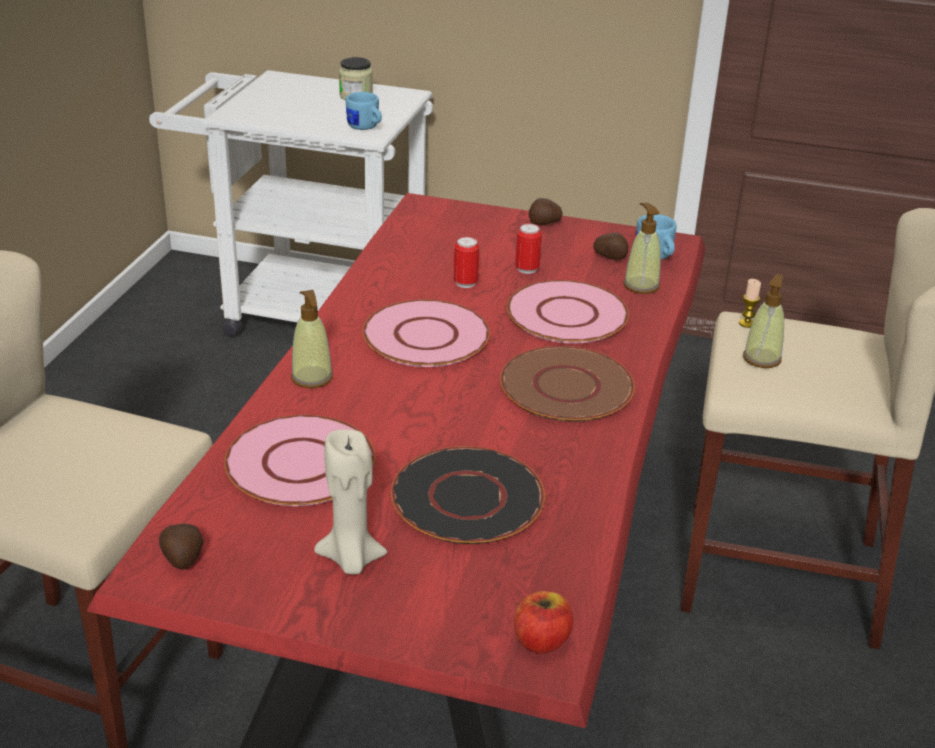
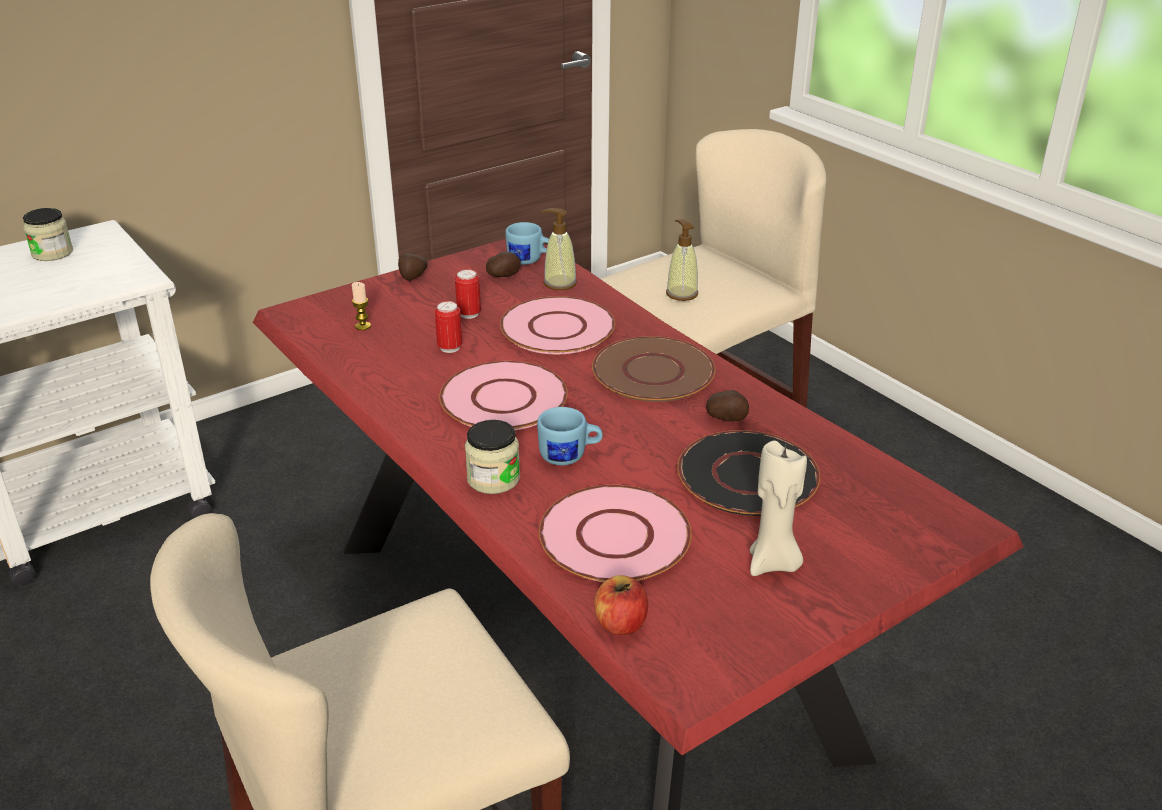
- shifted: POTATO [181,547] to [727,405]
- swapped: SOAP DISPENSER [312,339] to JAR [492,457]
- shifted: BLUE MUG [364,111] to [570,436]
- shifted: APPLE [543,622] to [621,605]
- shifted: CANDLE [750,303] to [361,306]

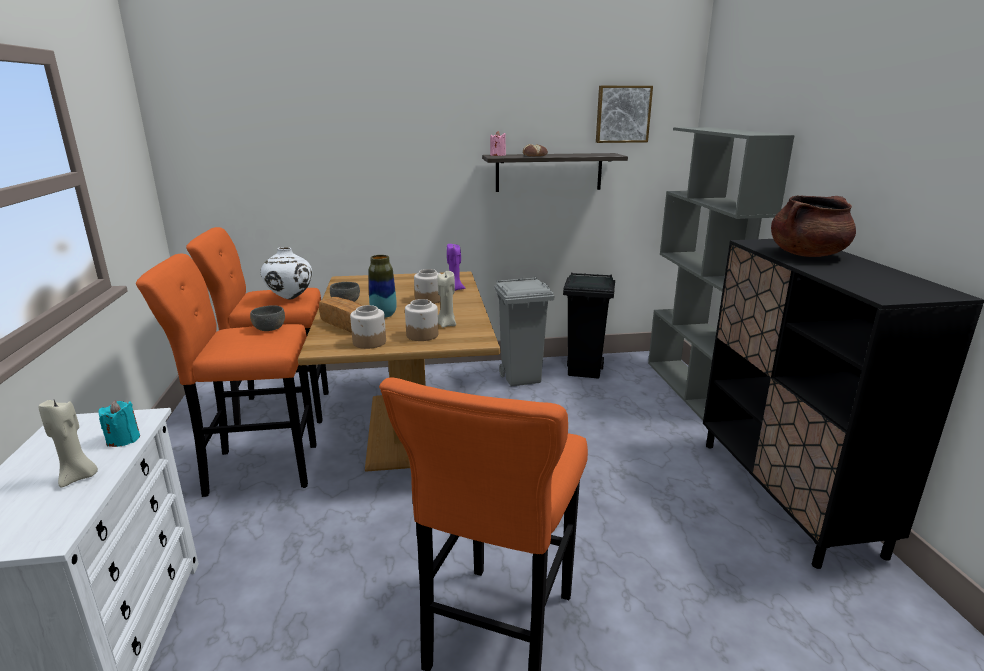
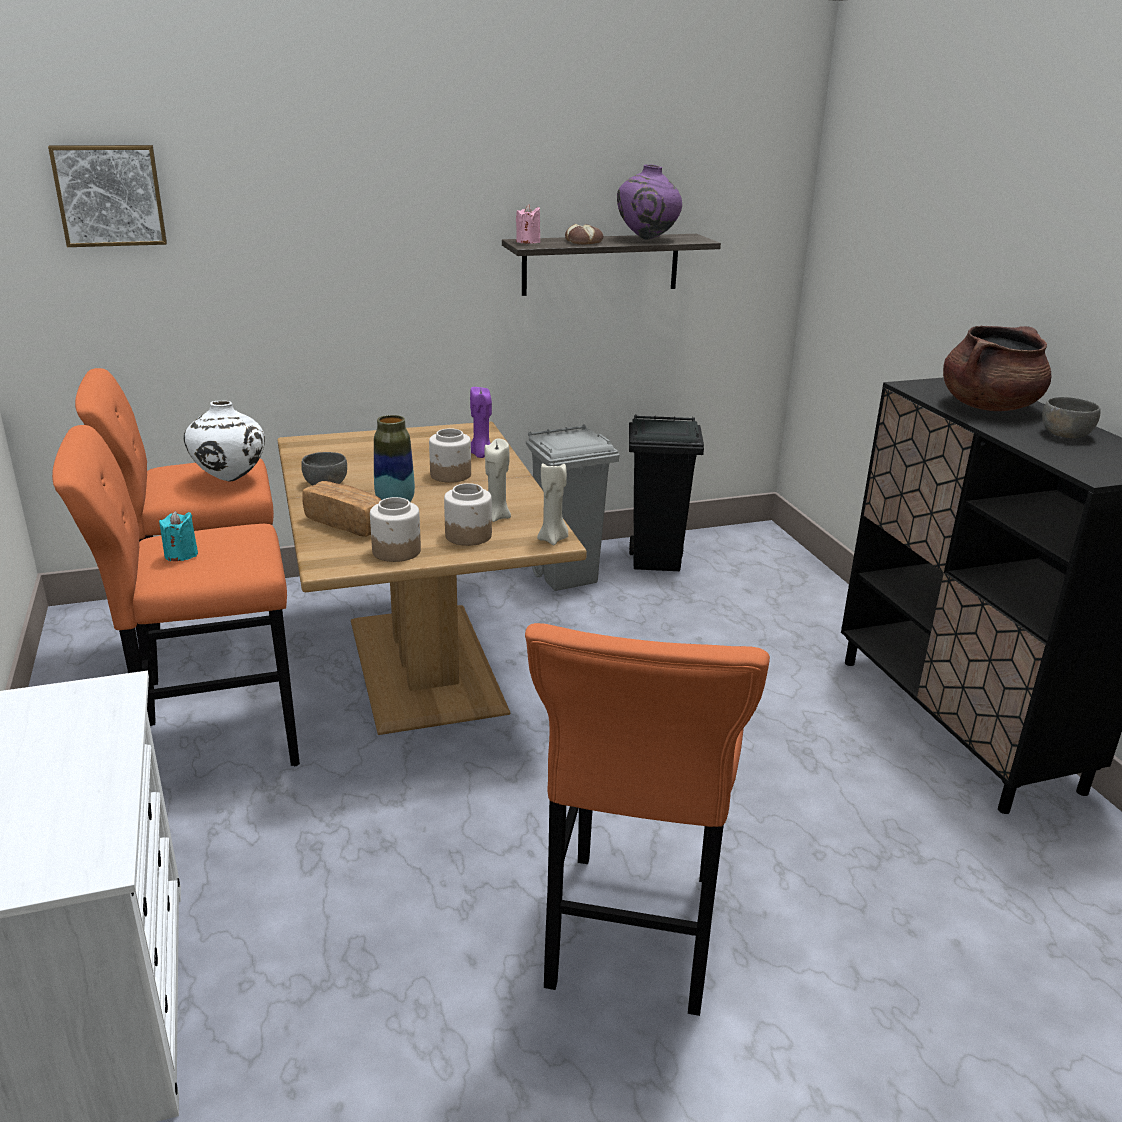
- shifted: BEIGE CANDLE [68,444] to [552,504]
- shifted: TURQUOISE CANDLE [119,423] to [178,536]
- shifted: GREY BOWL [267,318] to [1071,418]
- shifted: PICTURE [624,114] to [107,196]
- gone: GREY BOOKCASE [721,274]
- new: PURPLE VASE [649,202]

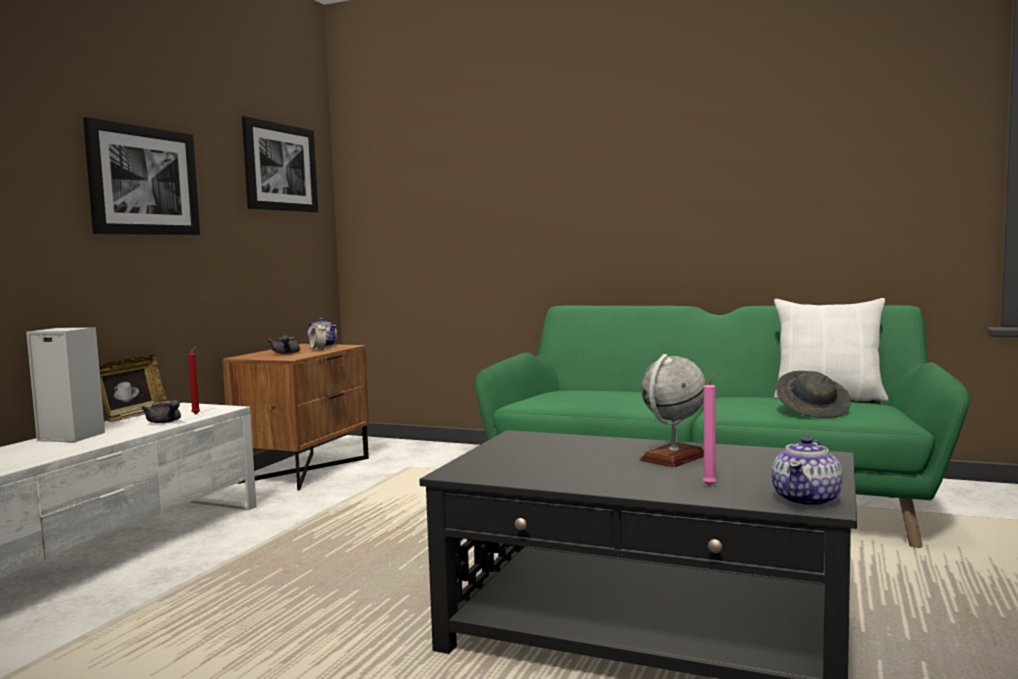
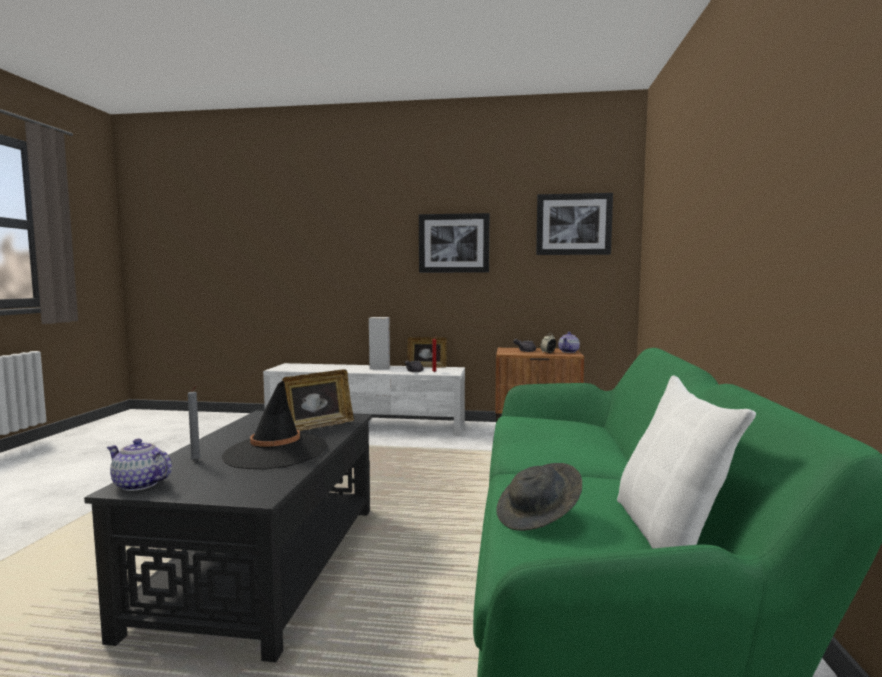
- swapped: GLOBE [673,410] to BLACK HAT [274,425]
- repainted: PINK CANDLE [709,429] to GREY CANDLE [194,423]
- new: PICTURE FRAME [318,400]

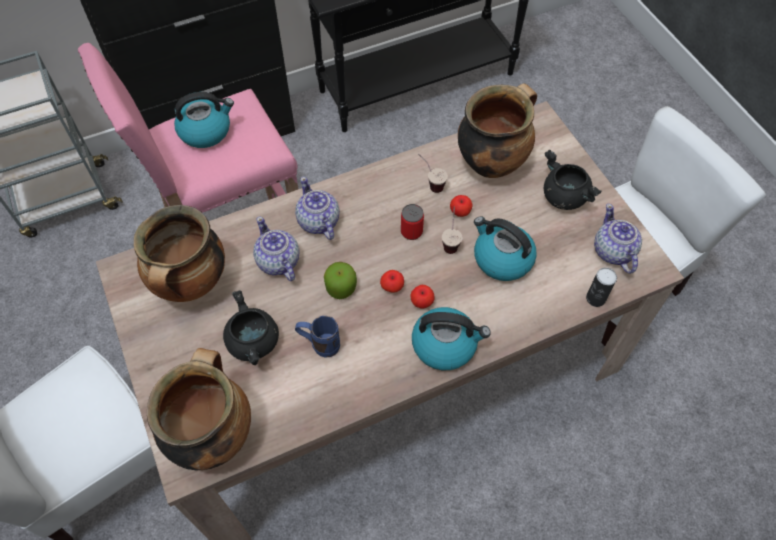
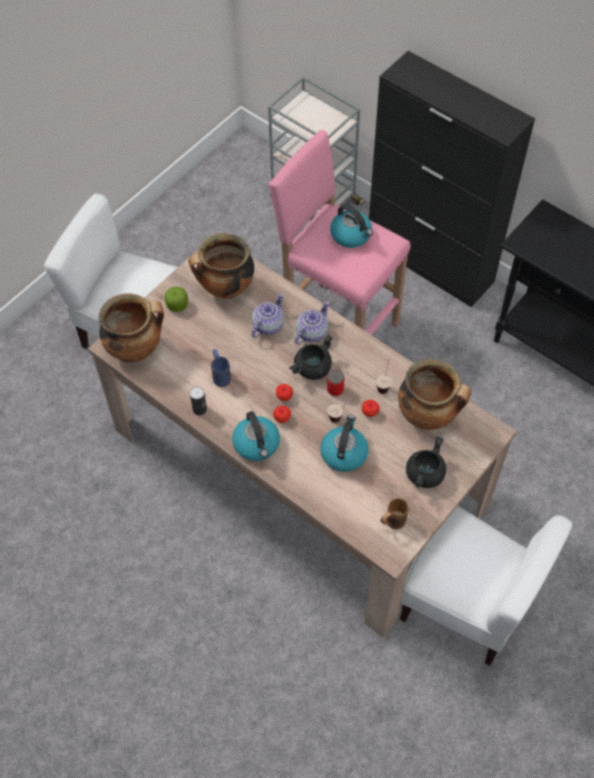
- shifted: BLACK COOKING POT [251,327] to [311,357]
- shifted: APPLE [340,280] to [176,299]
- shifted: CAN [601,287] to [198,401]
- swapped: TEAPOT [618,239] to BROWN MUG [394,513]

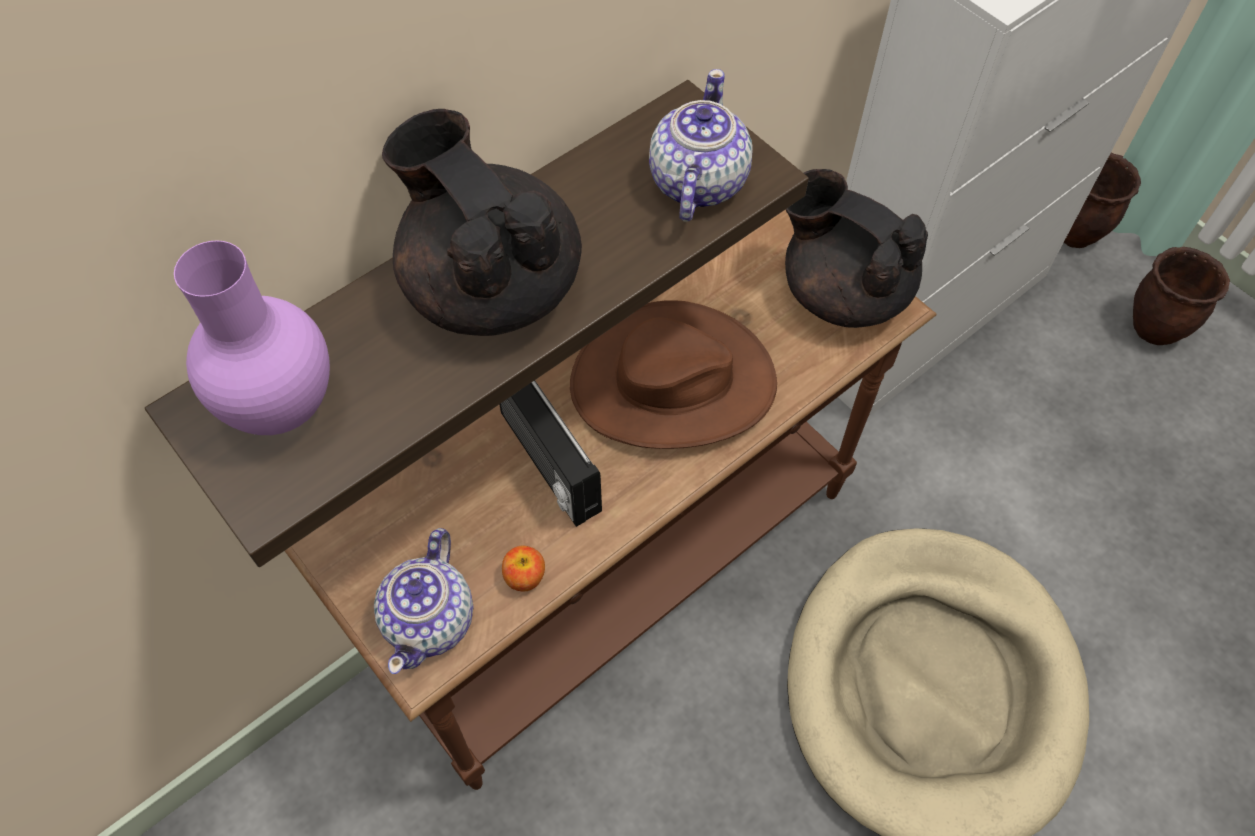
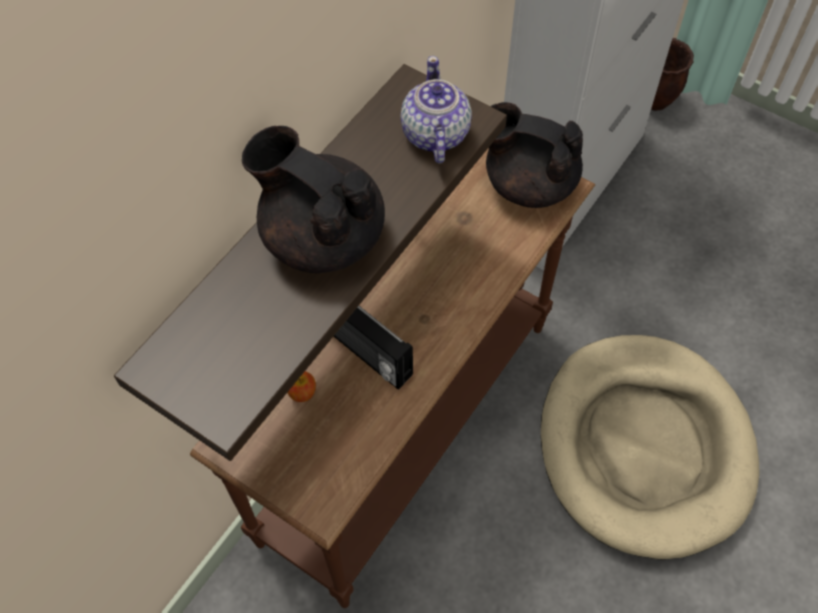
- gone: PURPLE VASE [252,337]
- gone: TEAPOT [423,601]
- shifted: APPLE [523,569] to [301,386]
- gone: BROWN HAT [673,374]
- gone: BROWN PLANTER [1181,296]

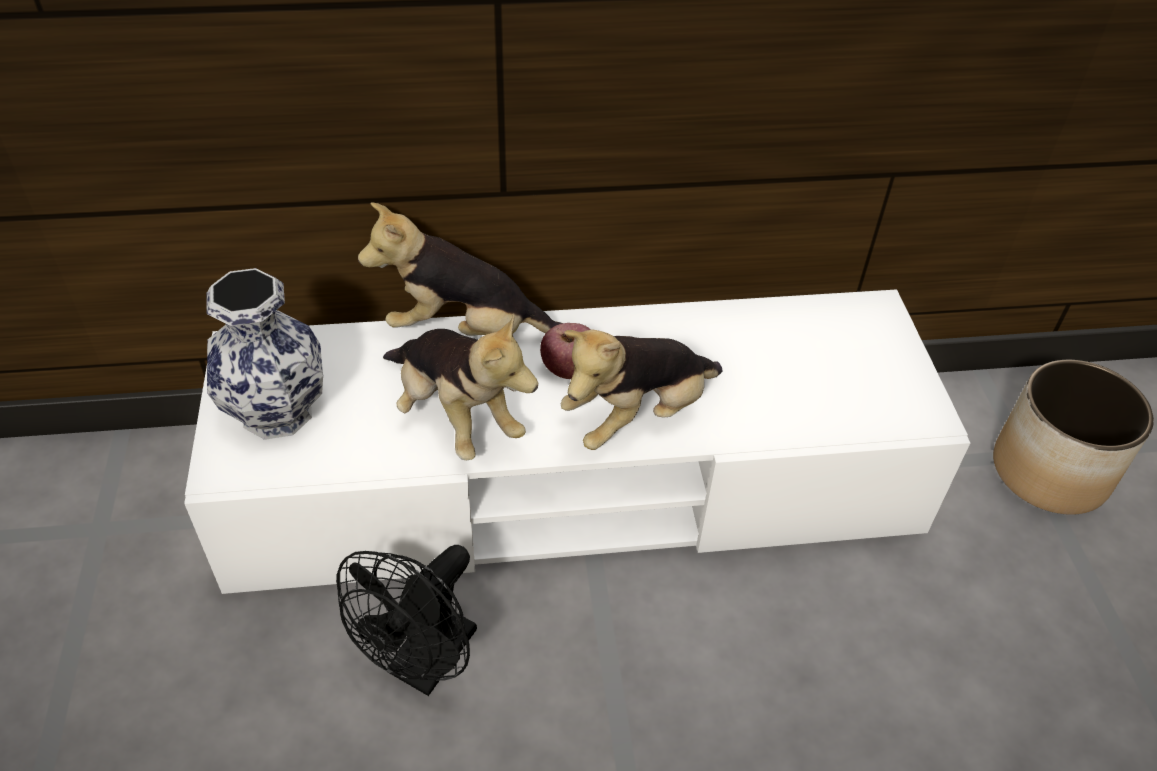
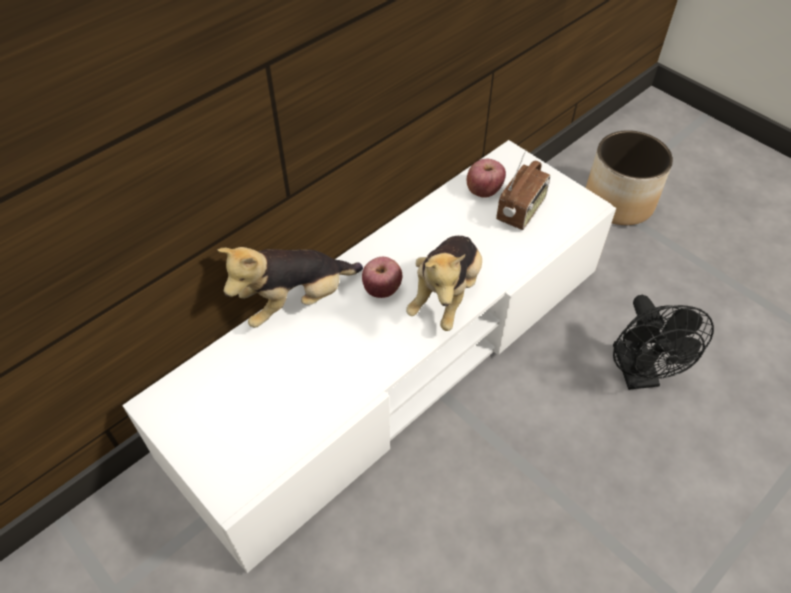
- gone: VASE [264,354]
- shifted: BLACK FAN [406,620] to [663,342]
- gone: PLUSH TOY [460,387]
- new: APPLE [486,178]
- new: RADIO [523,189]

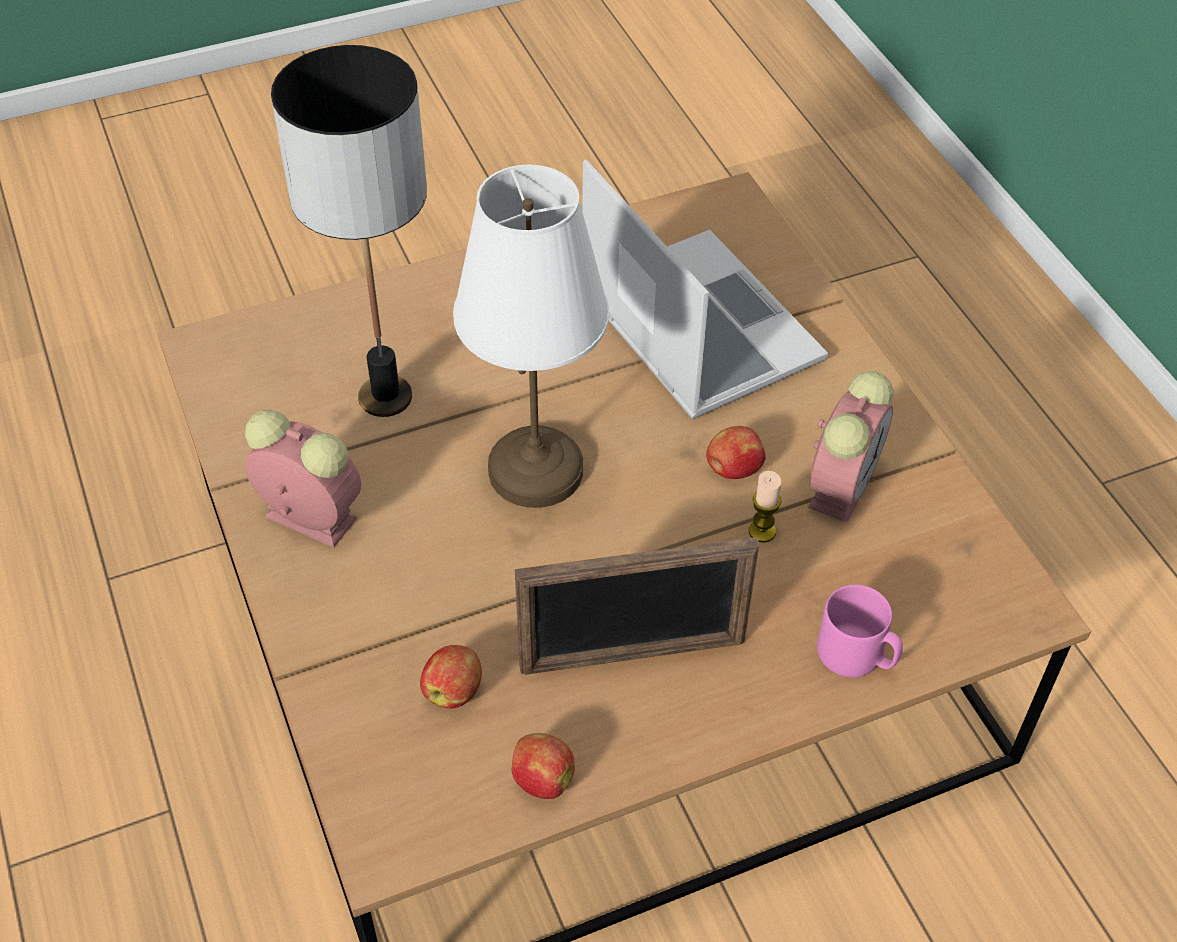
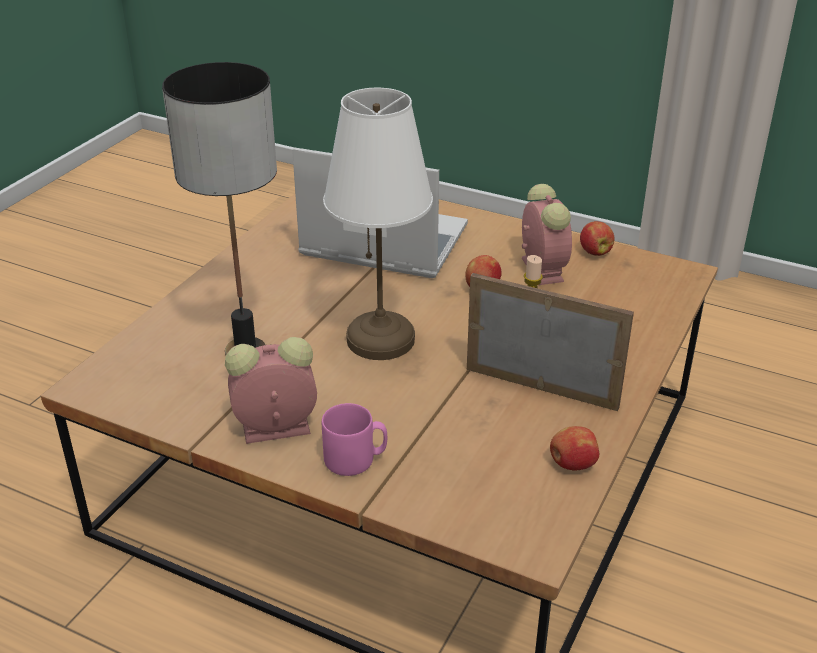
- shifted: APPLE [451,677] to [597,238]
- rotated: PICTURE FRAME [637,606] = [550,342] 105 degrees counterclockwise
- shifted: PINK MUG [860,631] to [354,439]

